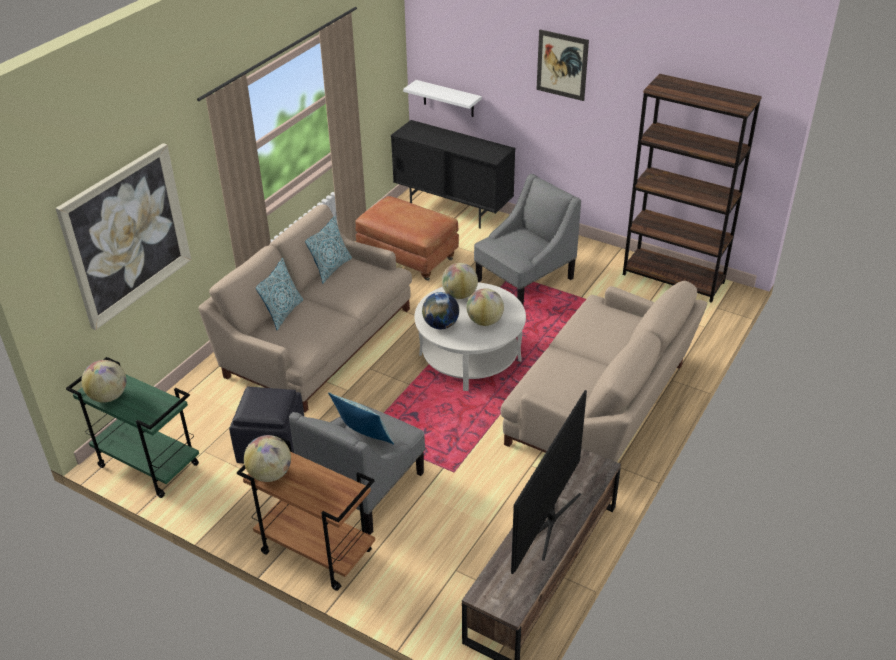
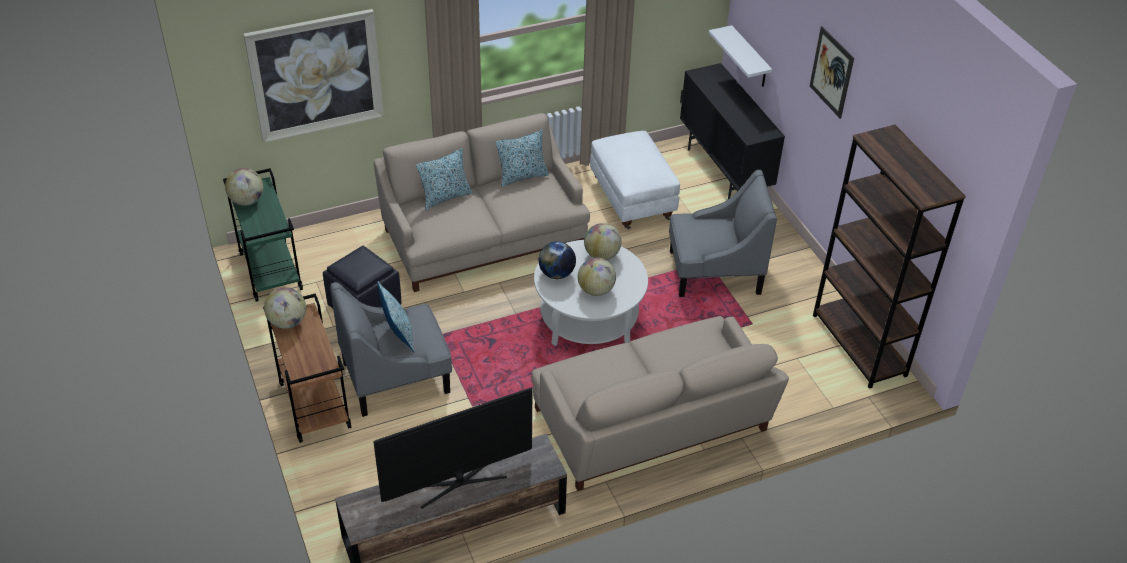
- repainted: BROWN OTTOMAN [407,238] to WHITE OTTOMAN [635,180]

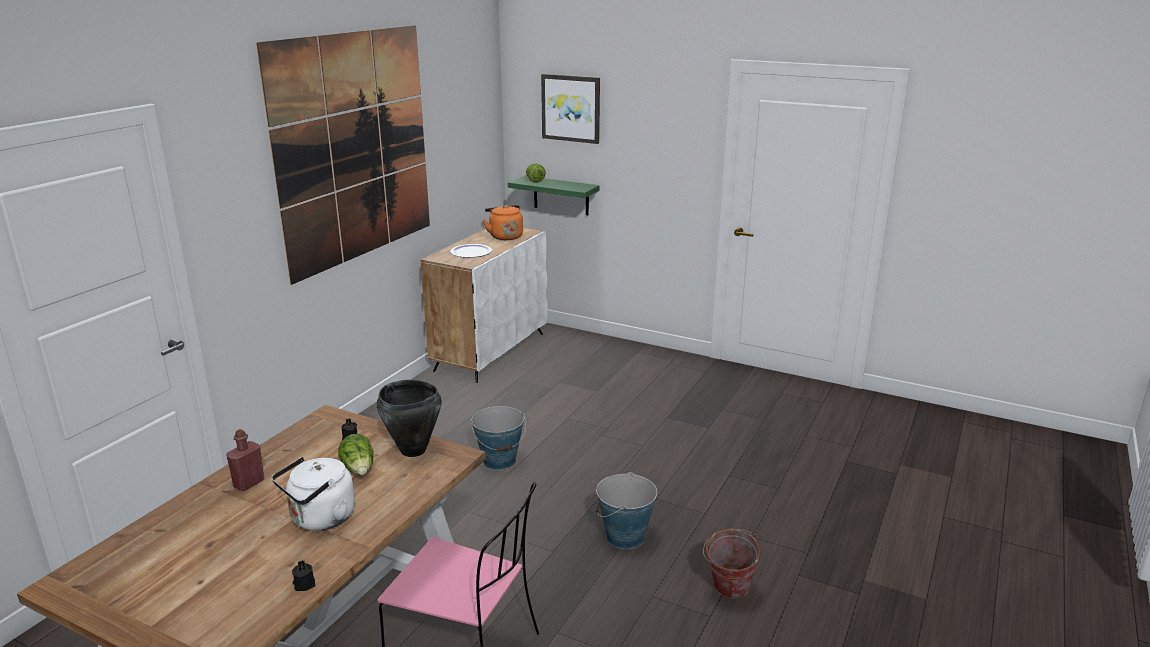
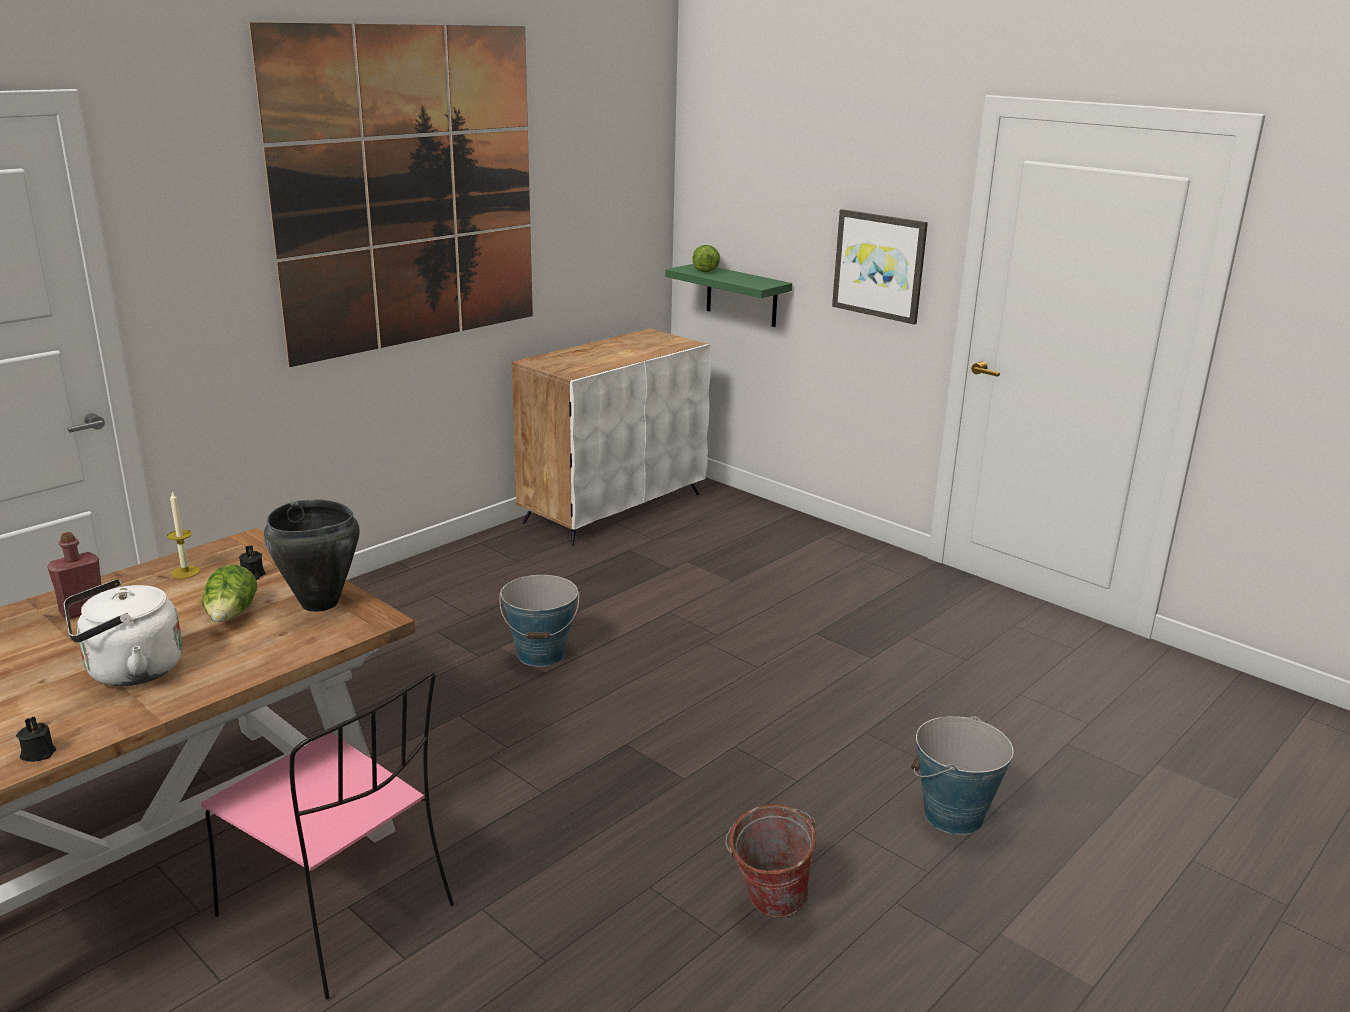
- gone: PLATE [471,251]
- gone: ORANGE KETTLE [503,222]
- shifted: PICTURE [570,109] to [880,267]
- shifted: BUCKET [626,510] to [962,775]
- new: CANDLE [183,535]

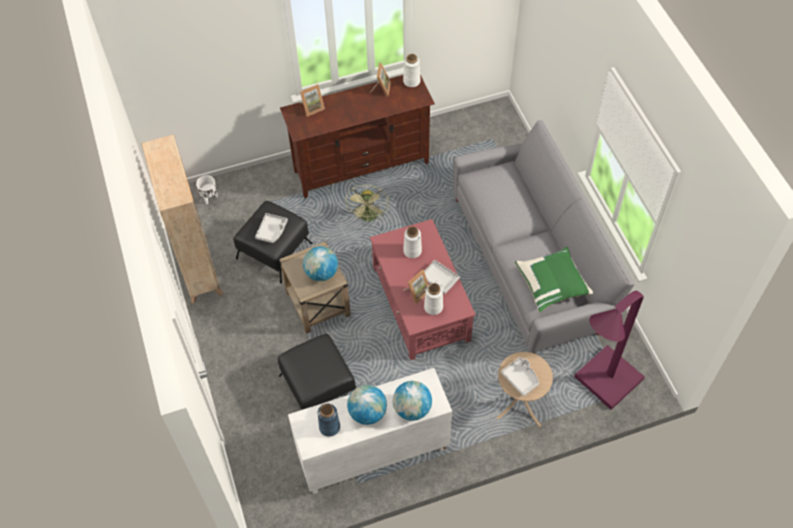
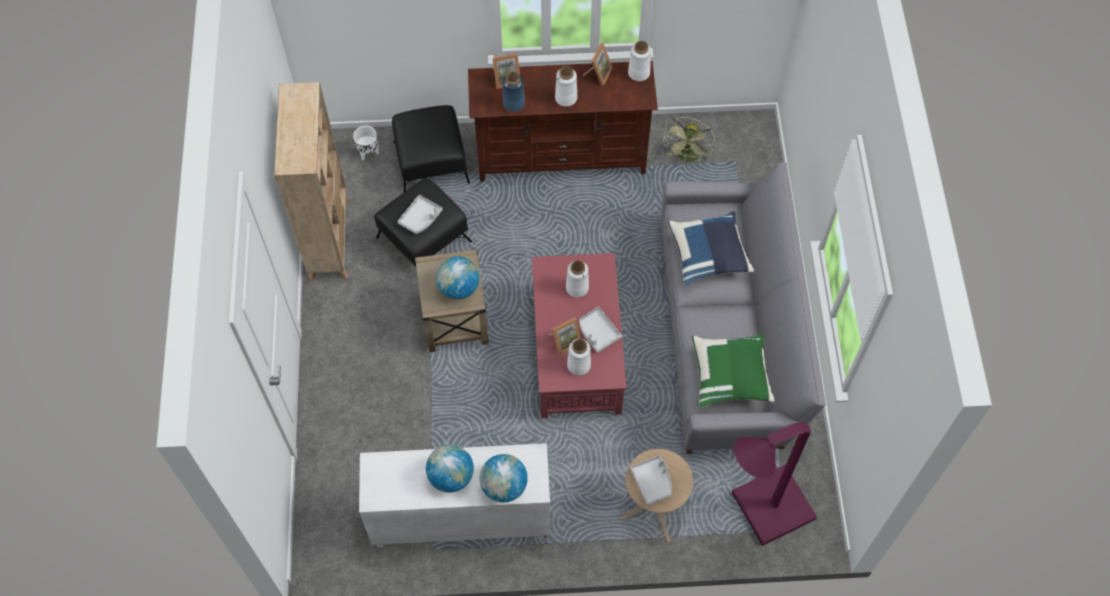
- shifted: BLACK OTTOMAN [317,372] to [431,148]
- shifted: BLUE VASE [329,420] to [514,92]
- shifted: GREEN FAN [367,203] to [689,140]
- new: WHITE VASE [566,86]
- new: BLUE PILLOW [710,248]

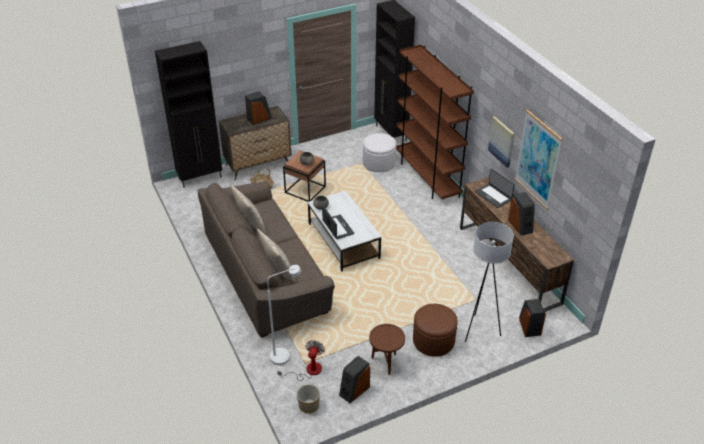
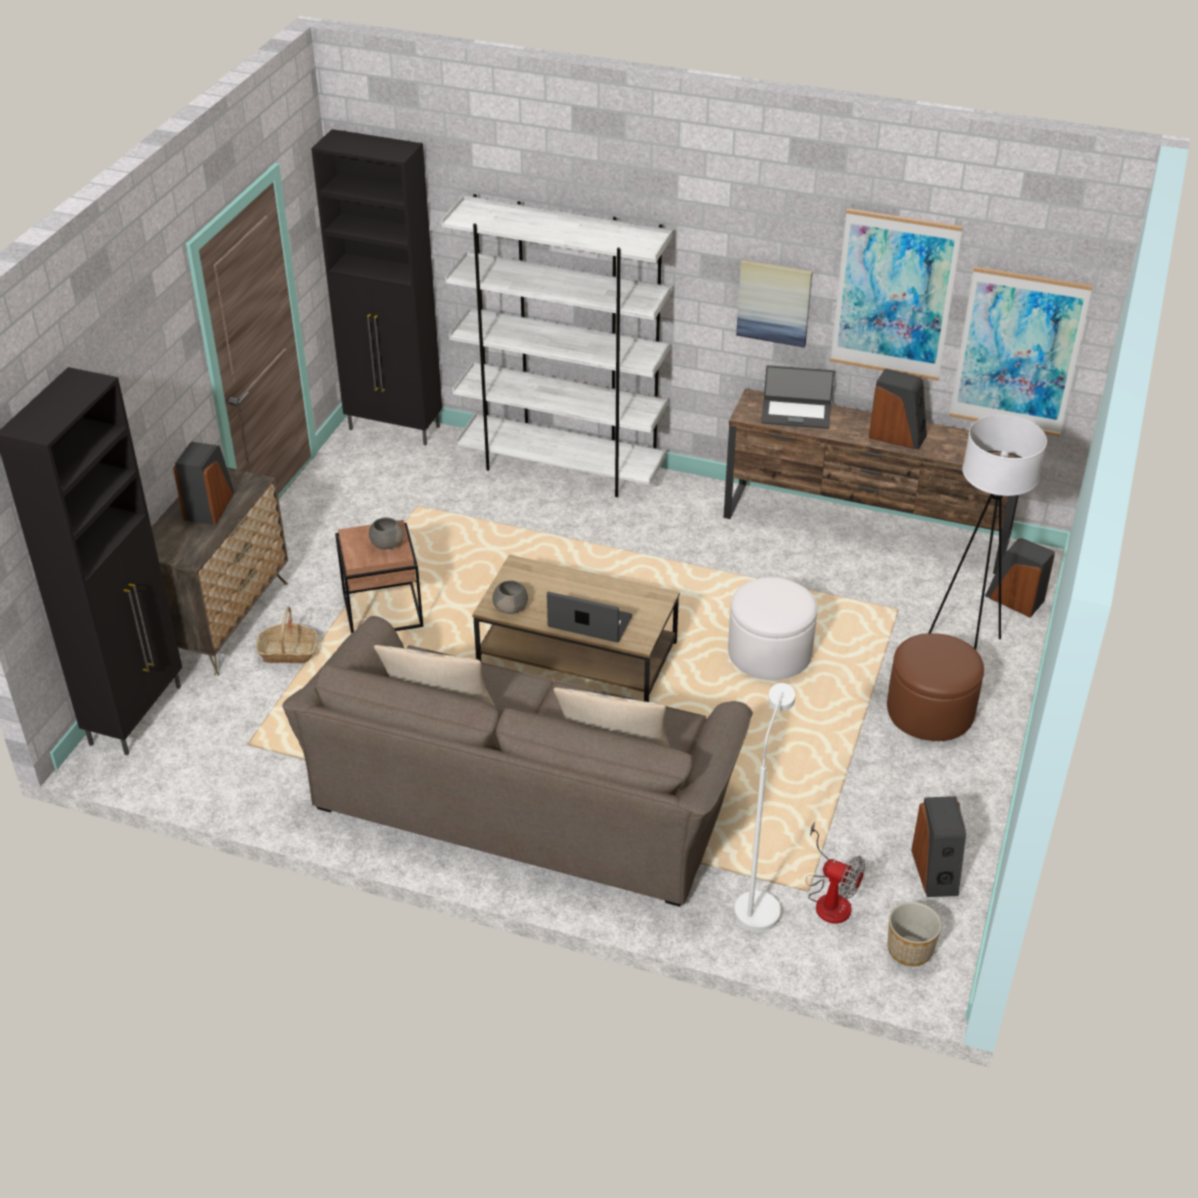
- rotated: FAN [301,360] = [835,872] 150 degrees clockwise
- repainted: WHITE COFFEE TABLE [344,231] to BROWN COFFEE TABLE [576,628]
- shifted: WHITE OTTOMAN [379,152] to [772,628]
- gone: BROWN SIDE TABLE [387,349]
- repainted: BROWN BOOKCASE [435,122] to WHITE BOOKCASE [557,345]
- new: PICTURE [1021,351]

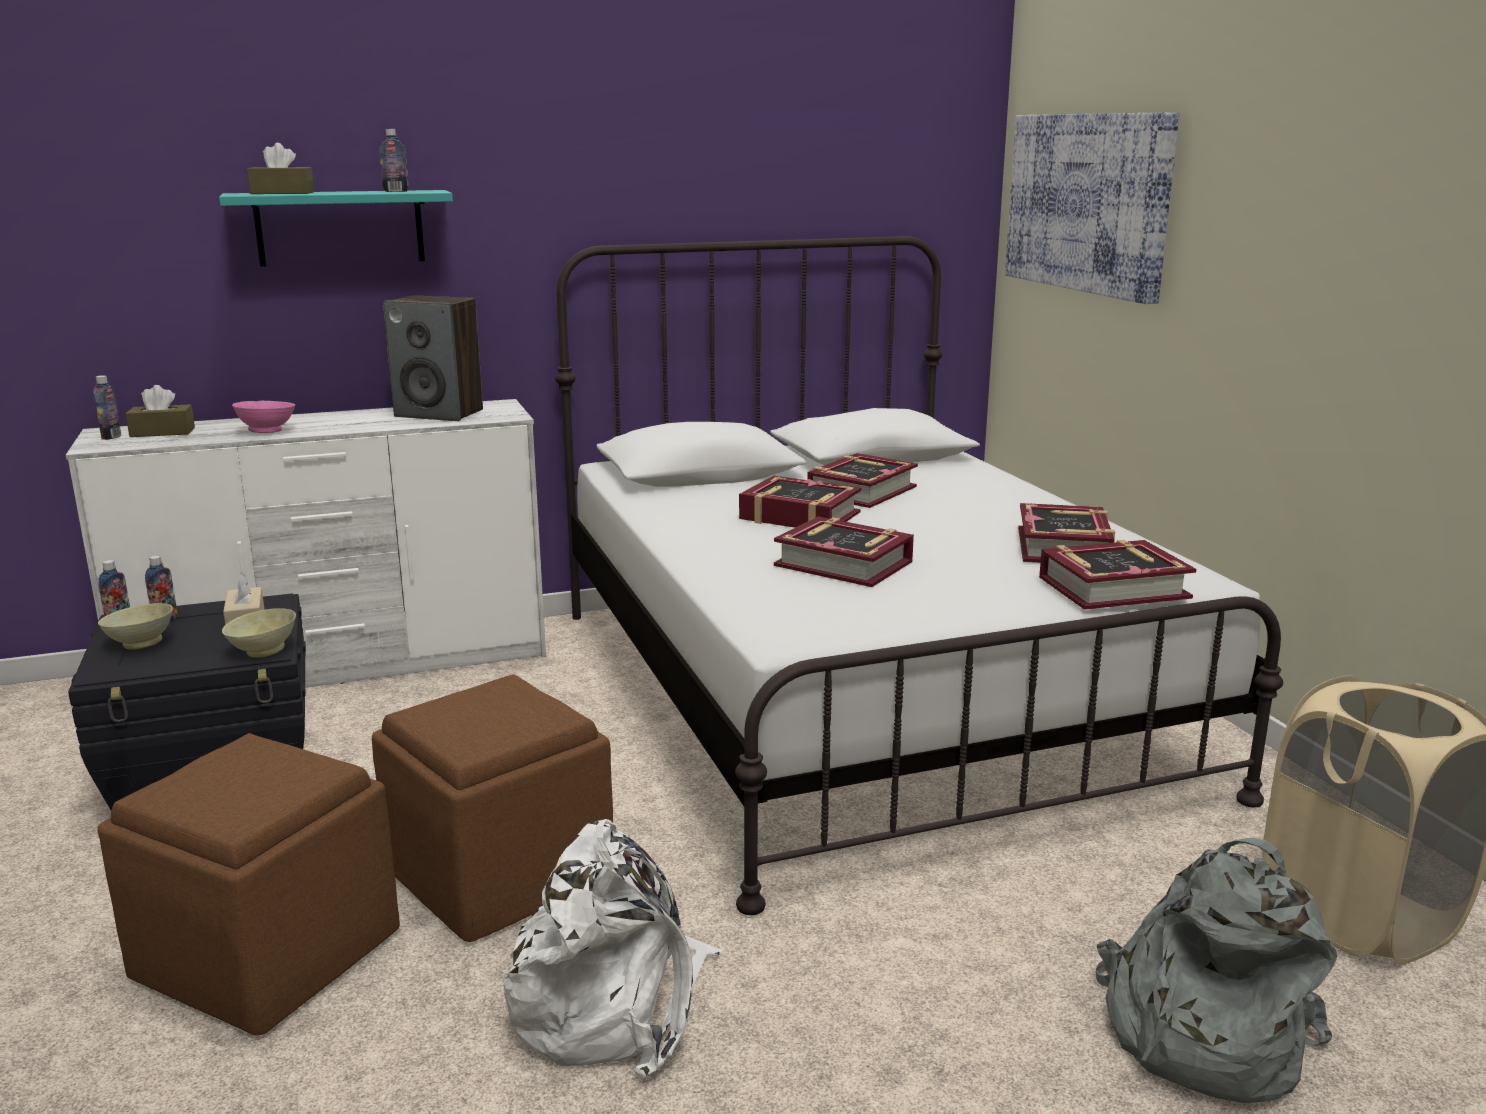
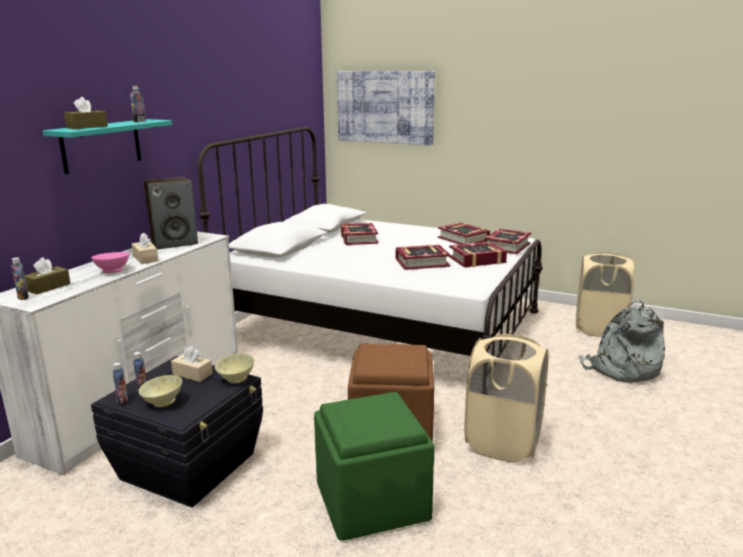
- repainted: BROWN OTTOMAN [248,884] to GREEN OTTOMAN [374,466]
- swapped: WHITE BACKPACK [613,949] to BEIGE LAUNDRY BASKET [506,398]
- shifted: BOOK [800,502] to [478,254]
- new: BEIGE TISSUE BOX [144,248]

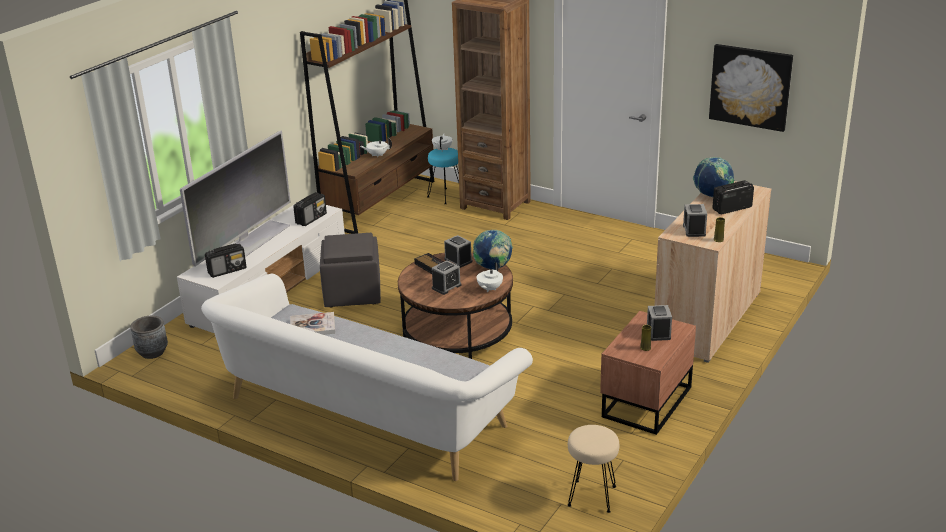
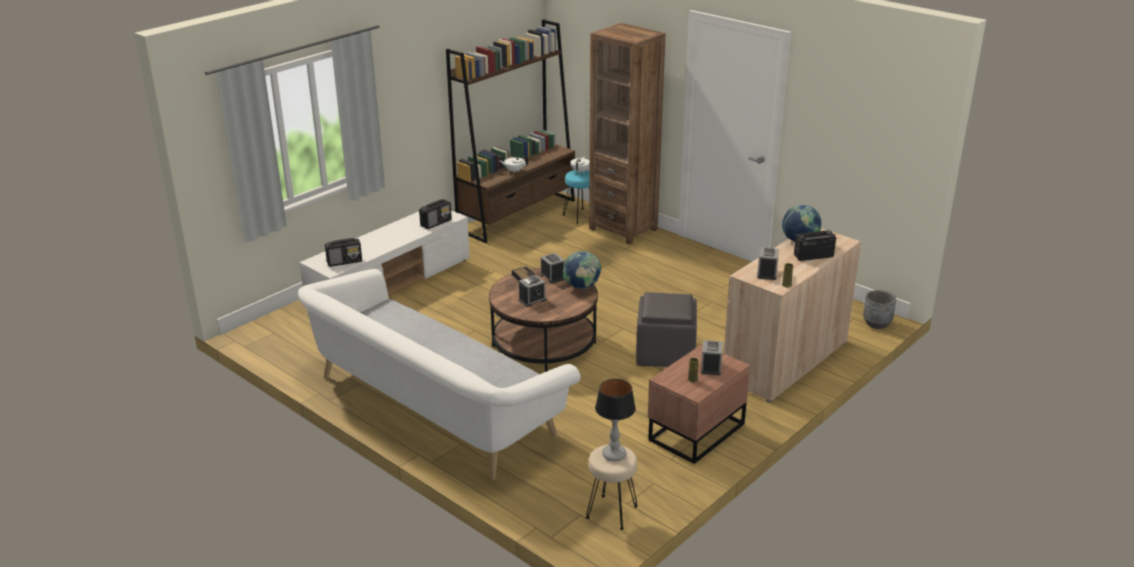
- shifted: GREY PLANTER [149,337] to [879,309]
- gone: TELEVISION [235,199]
- gone: BOOK [312,323]
- shifted: GREY OTTOMAN [350,270] to [666,329]
- gone: WHITE TEAPOT [490,277]
- gone: PICTURE [751,88]
- new: TABLE LAMP [615,420]

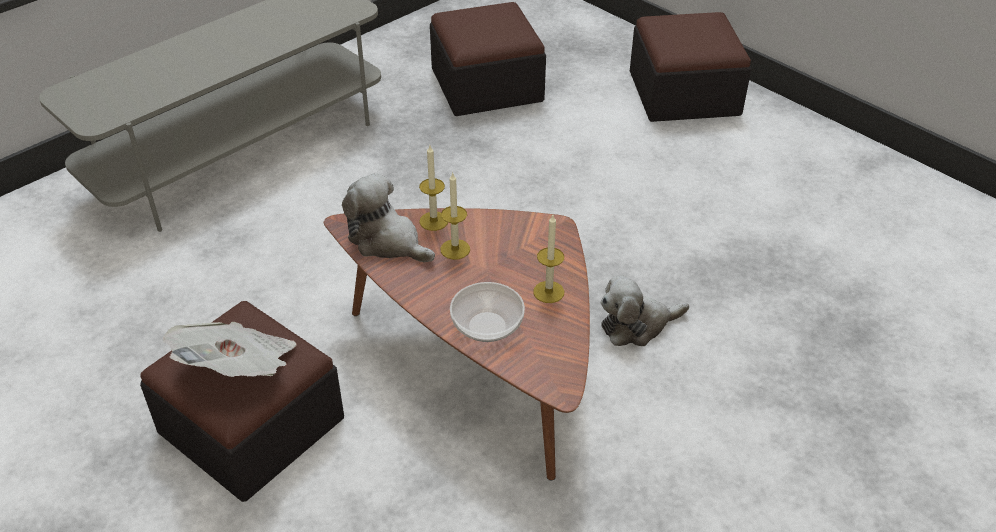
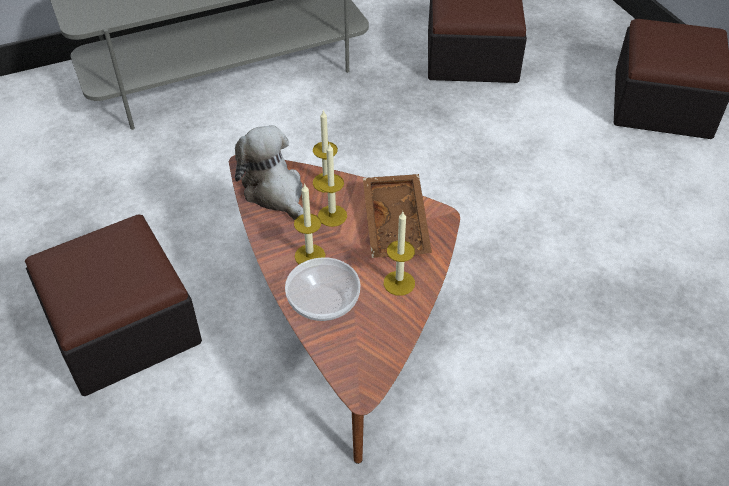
- gone: NEWSPAPER [229,349]
- gone: PLUSH TOY [645,311]
- new: CANDLE [309,223]
- new: BROWN TRAY [397,216]

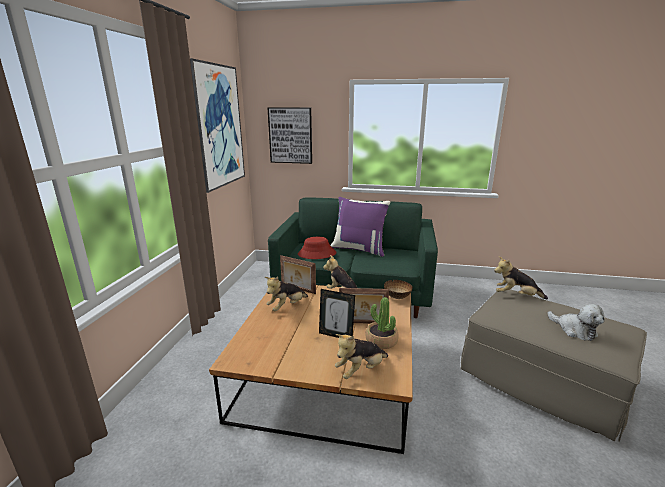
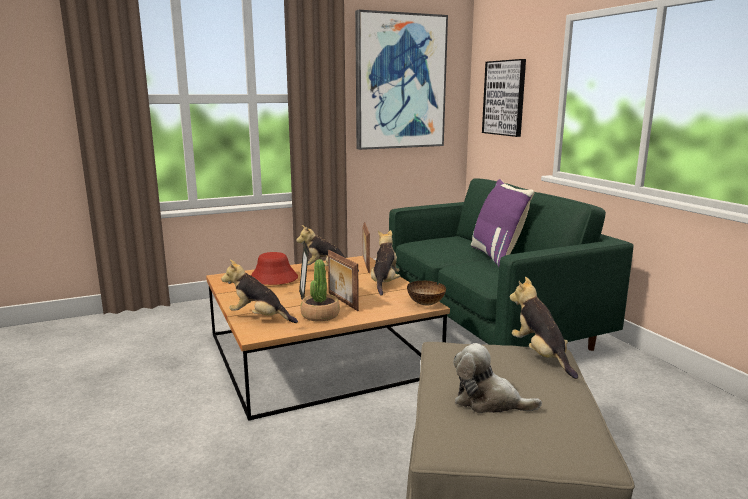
- shifted: RED HAT [317,248] to [274,268]
- rotated: PLUSH TOY [576,322] = [498,378] 90 degrees clockwise

